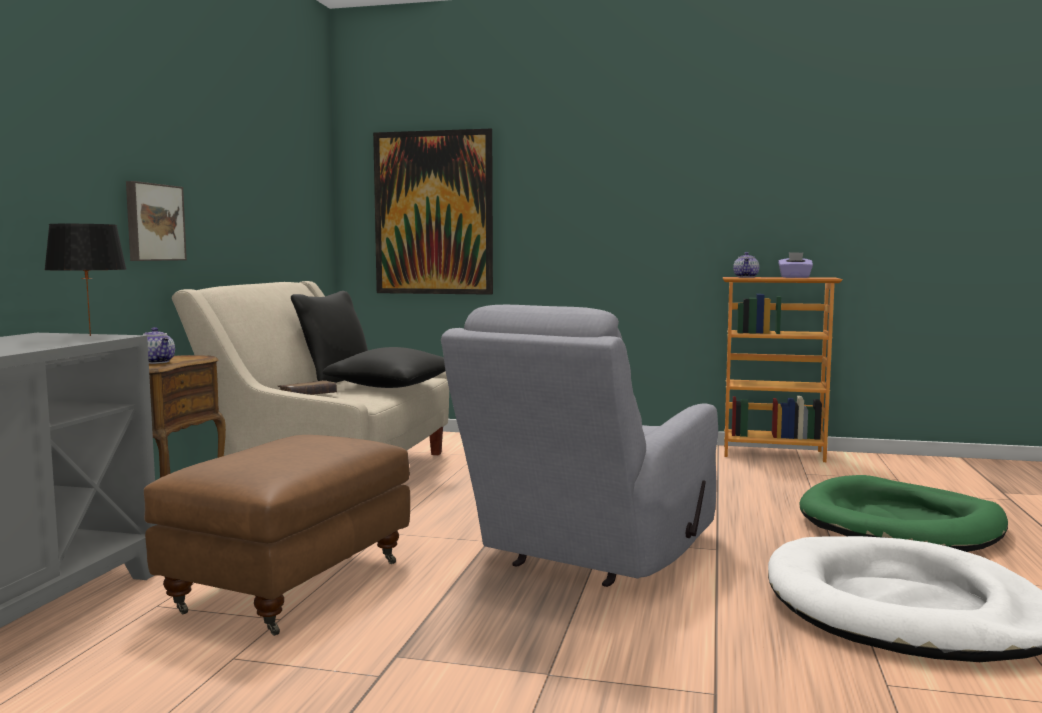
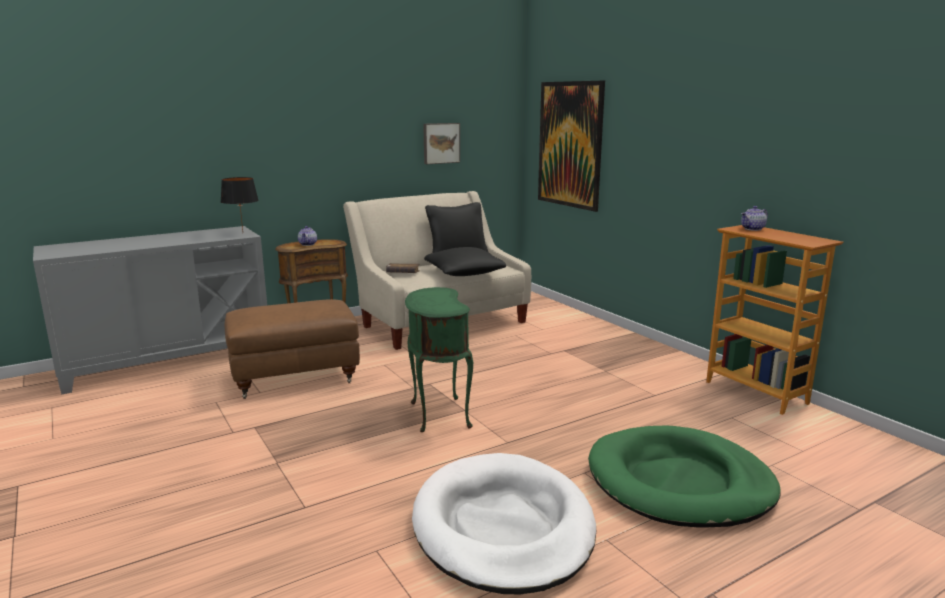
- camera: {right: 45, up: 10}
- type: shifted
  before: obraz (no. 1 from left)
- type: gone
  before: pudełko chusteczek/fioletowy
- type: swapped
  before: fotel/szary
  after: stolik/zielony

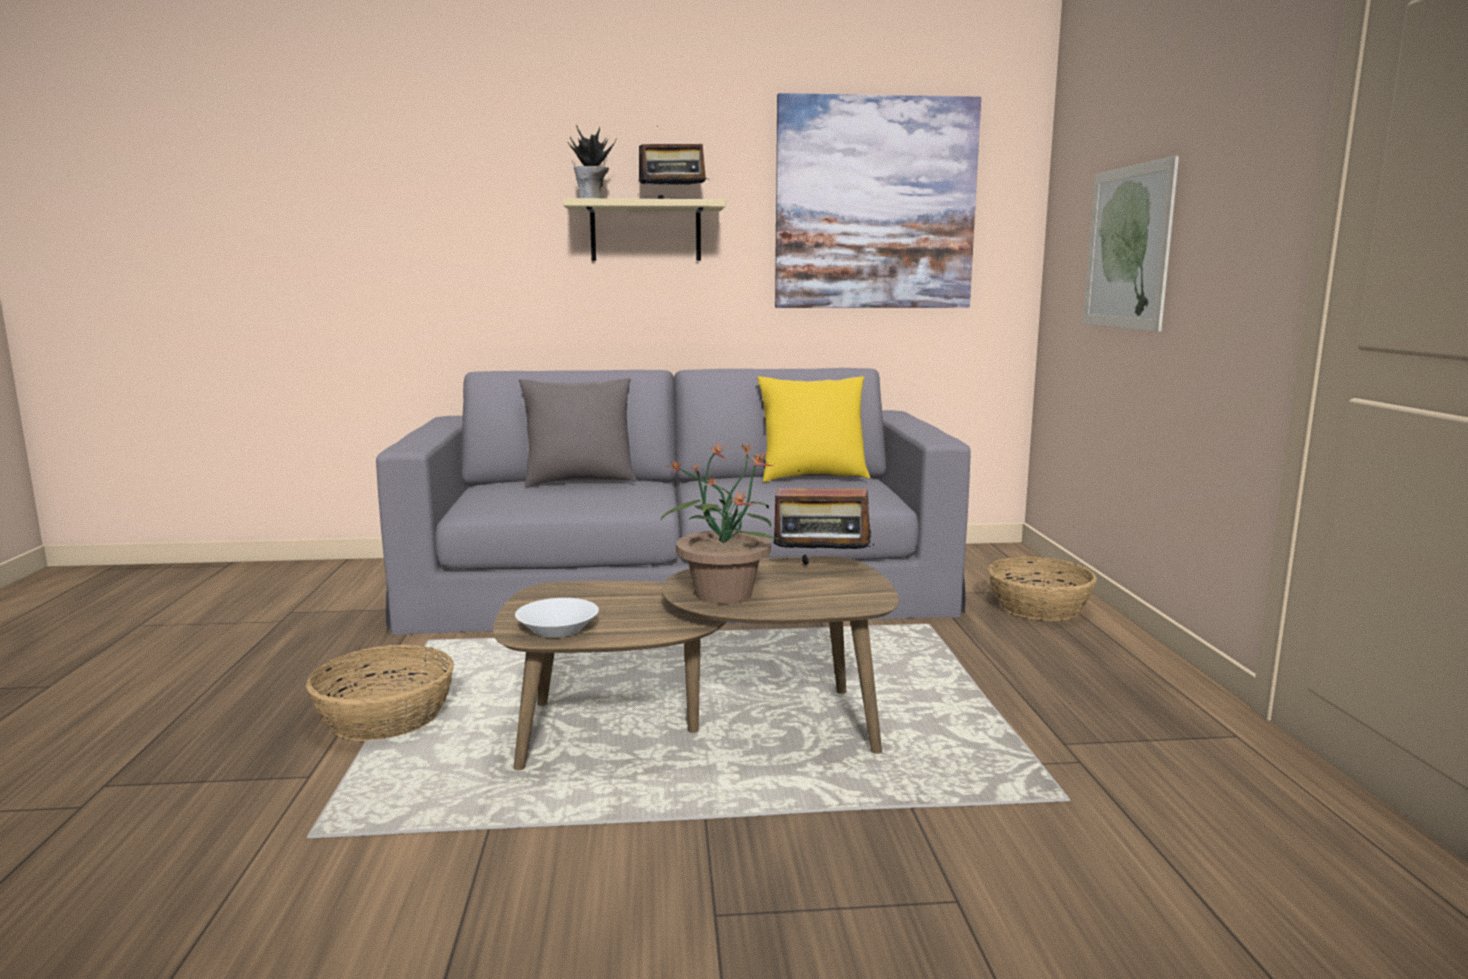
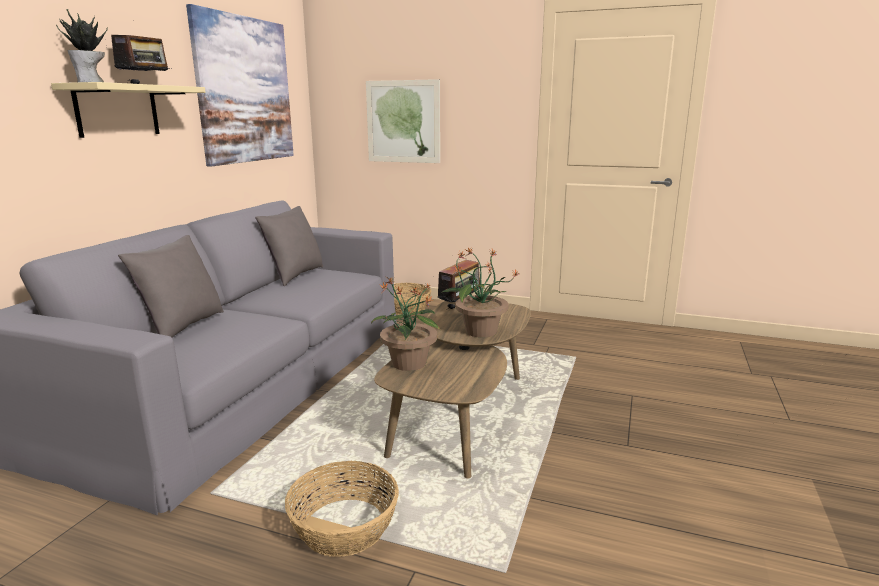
- camera: {right: -65, up: 5}
- type: repainted
  before: poduszka/żółty
  after: poduszka/szary (no. 2 from left)
- type: gone
  before: miska/biały
- type: new
  after: roślina doniczkowa (no. 2 from left)

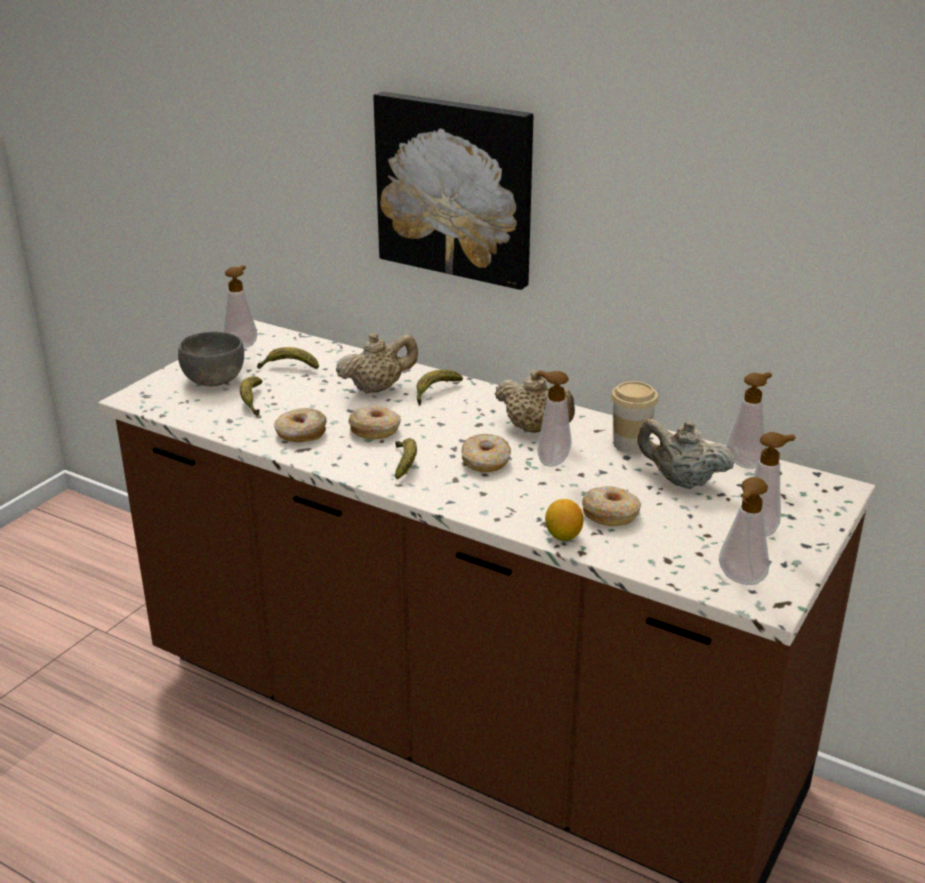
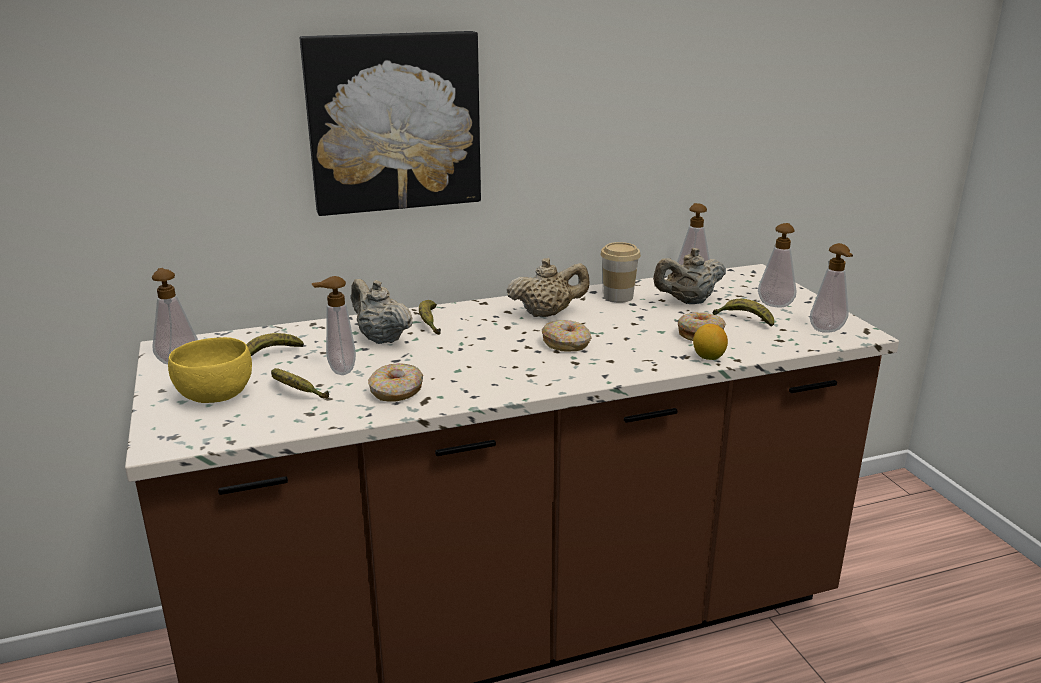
- camera: {right: -50, up: -5}
- type: repainted
  before: miska/szary
  after: miska/żółty
- type: rotated
  before: imbryk/beżowy (no. 1 from left)
  turn: -60
- type: shifted
  before: dozownik mydła (no. 2 from left)
- type: gone
  before: donut (no. 2 from left)
- type: shifted
  before: banan (no. 3 from left in the first image)
  after: banan (no. 4 from left)

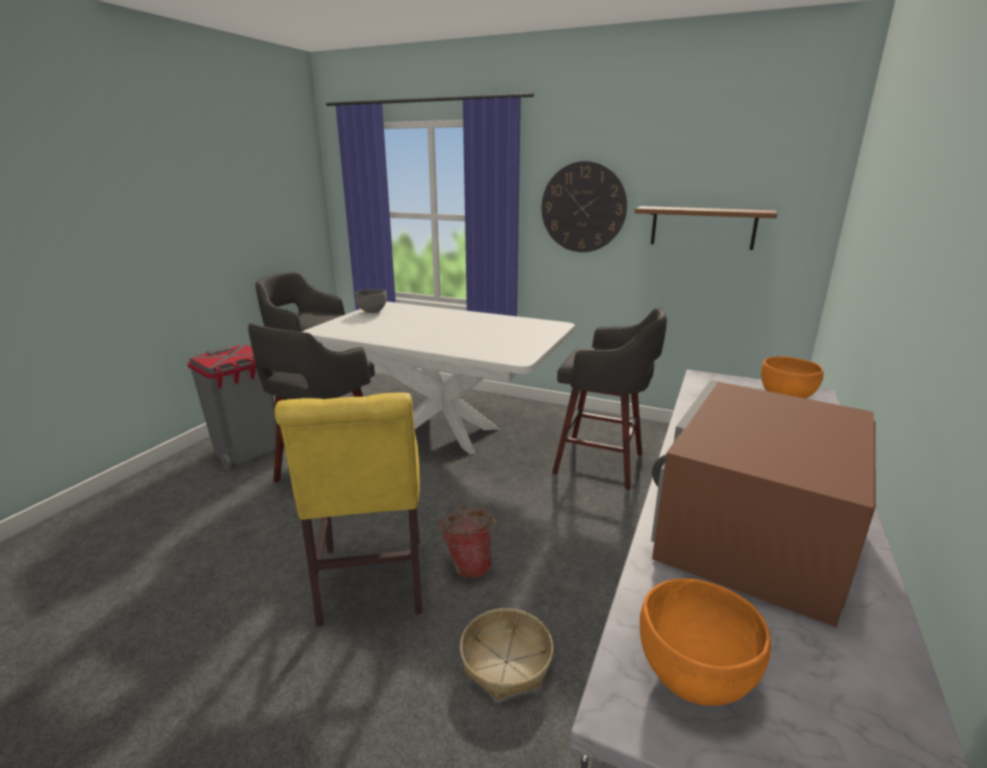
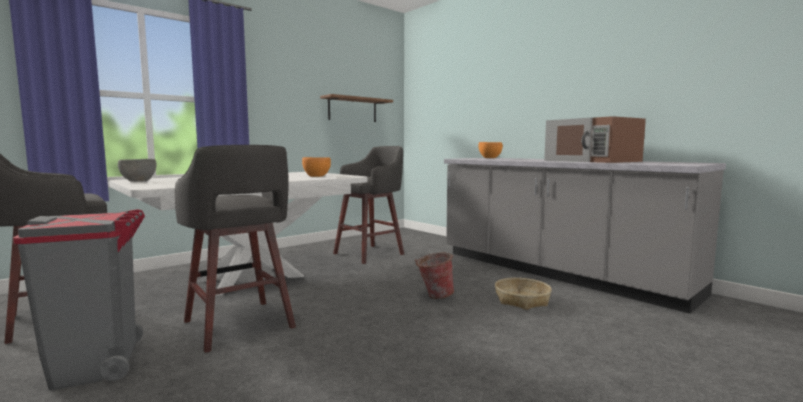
- camera: {right: -65, up: -15}
- type: gone
  before: zegar ścienny
- type: gone
  before: krzesło/żółty
- type: shifted
  before: miska/pomarańczowy (no. 1 from left)

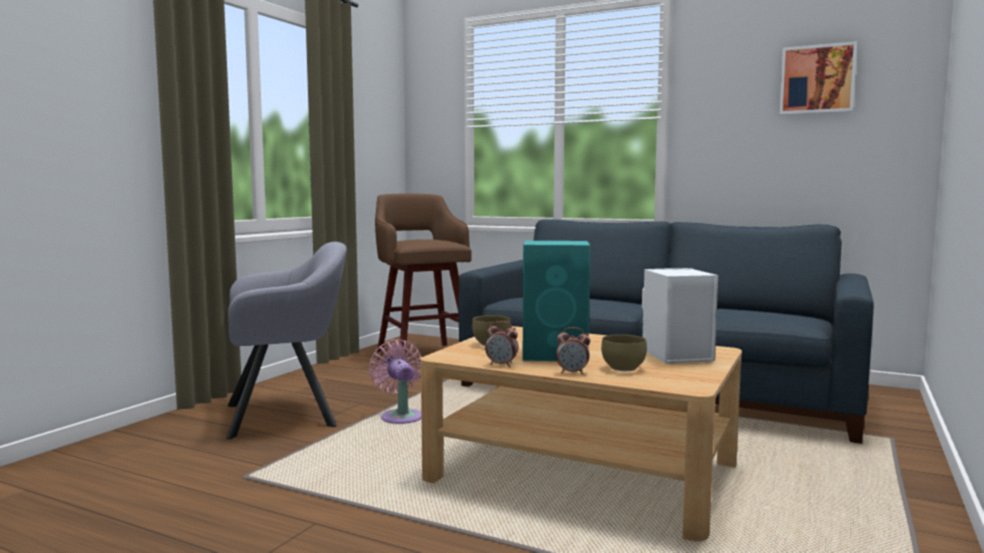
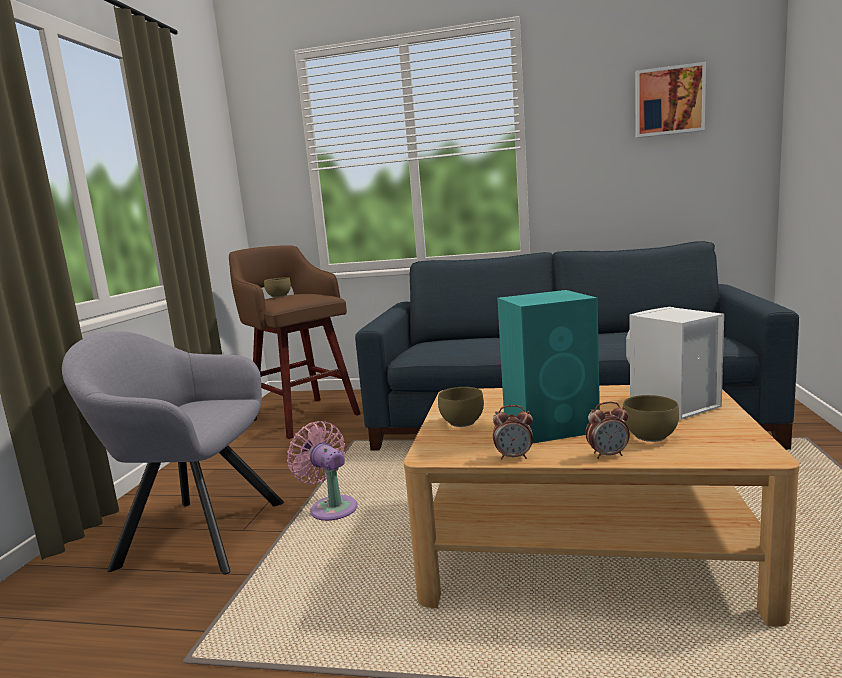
- camera: {right: -15, up: 5}
- type: rotated
  before: fotel/szary
  turn: -135
- type: new
  after: miska/brązowy (no. 1 from left)

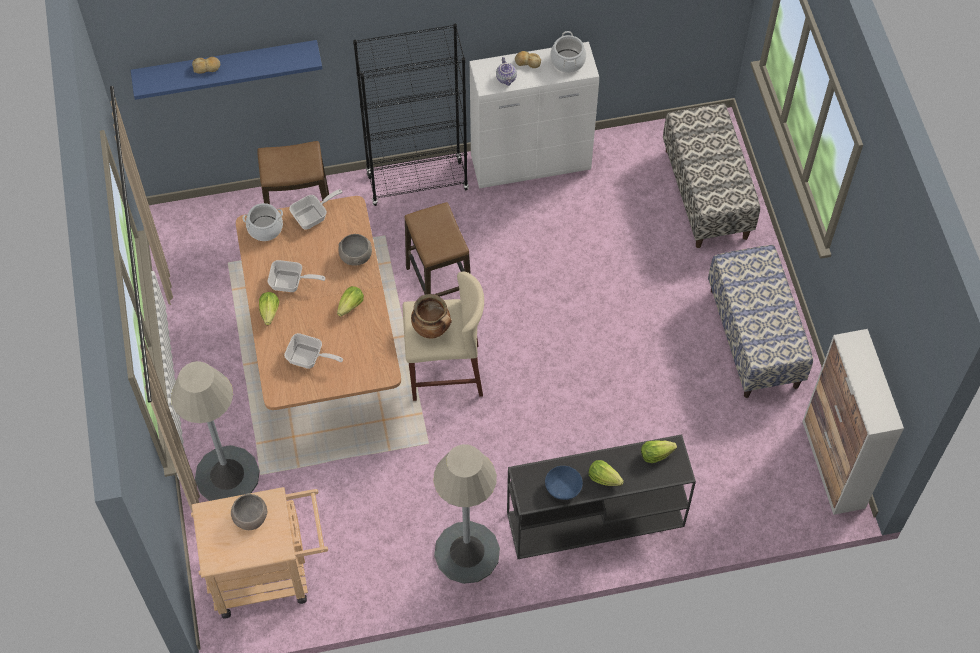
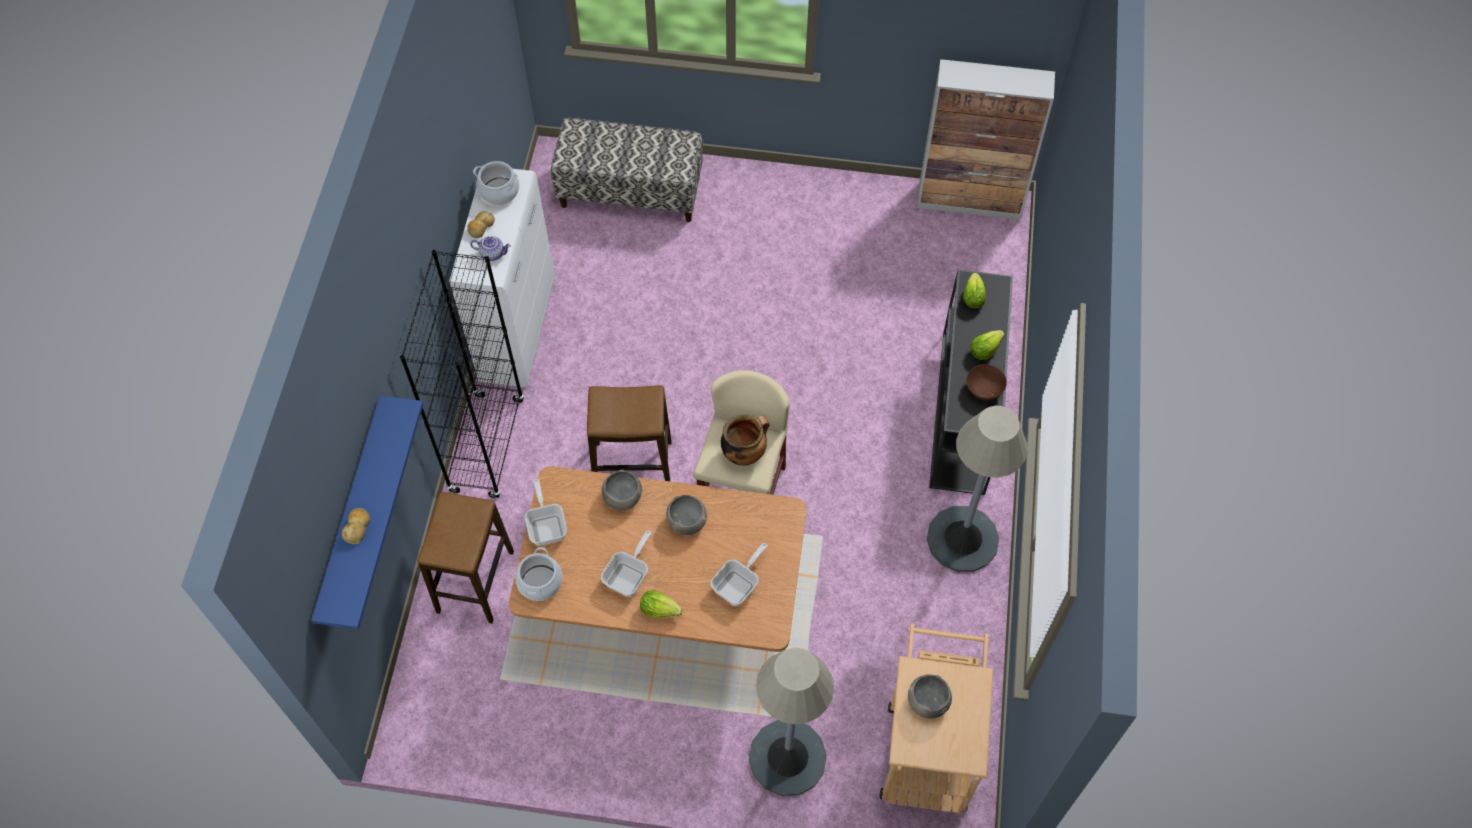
- camera: {right: -70, up: 0}
- type: gone
  before: ławka (no. 2 from left)
- type: swapped
  before: sałata (no. 2 from left)
  after: miska/szary (no. 2 from left)
- type: repainted
  before: miska/niebieski
  after: miska/brązowy

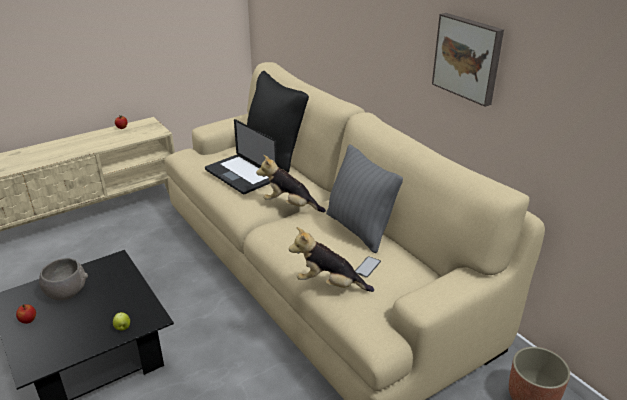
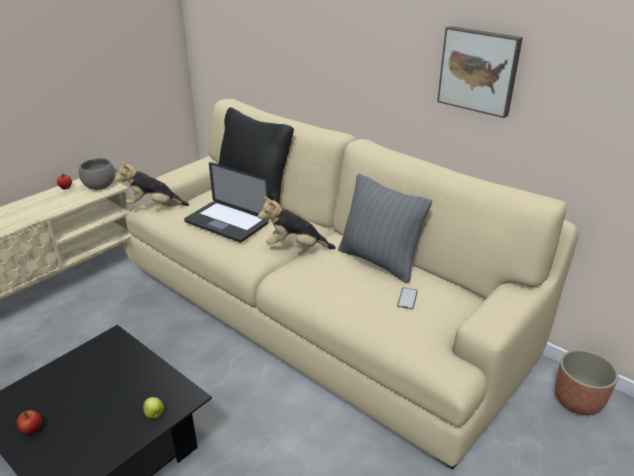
- camera: {right: -15, up: 0}
- type: shifted
  before: pluszak (no. 2 from left in the first image)
  after: pluszak (no. 1 from left)
- type: shifted
  before: miska/szary

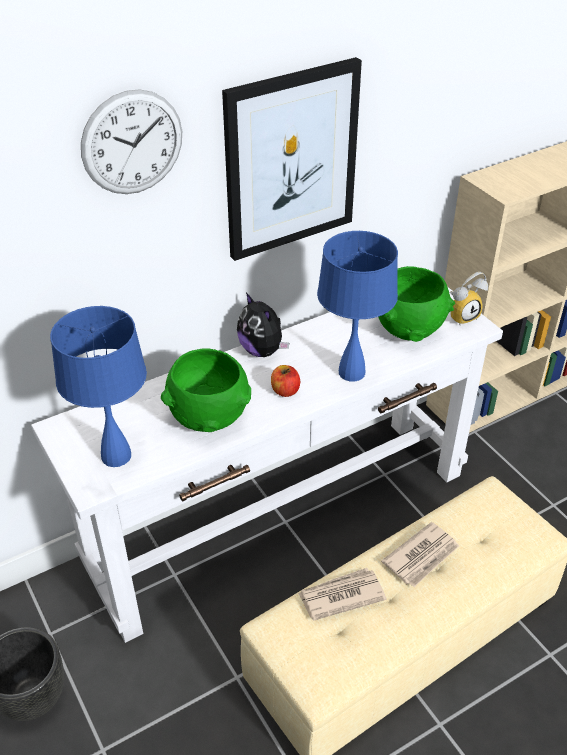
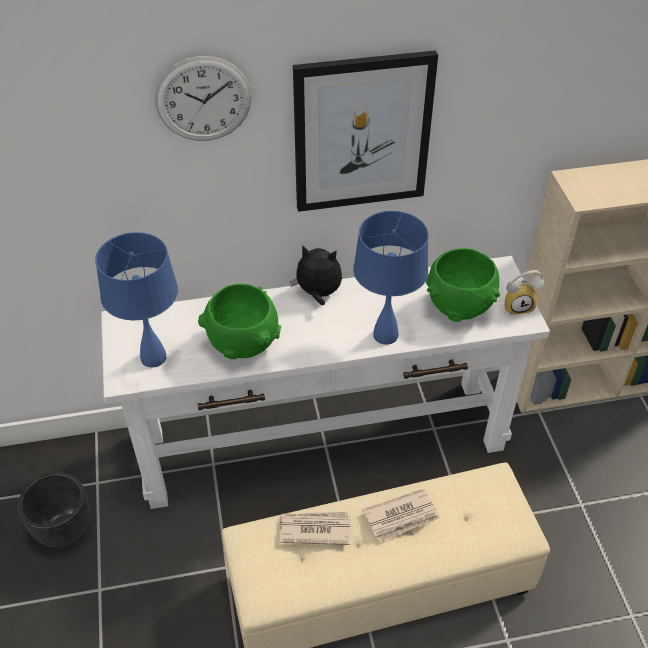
- camera: {right: 20, up: 5}
- type: rotated
  before: pluszak
  turn: 120
- type: gone
  before: jabłko

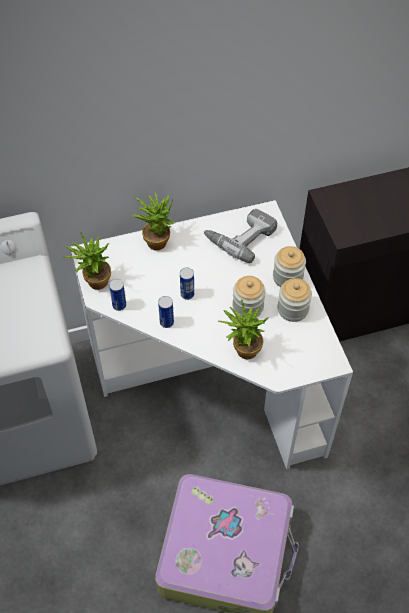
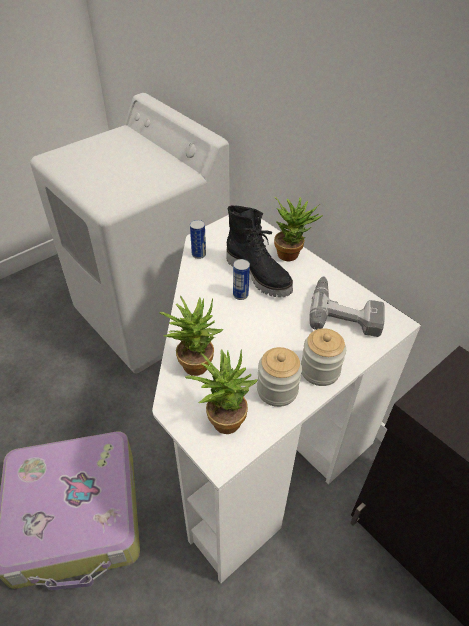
- camera: {right: 65, up: -10}
- type: shifted
  before: roślina doniczkowa (no. 1 from left in the first image)
  after: roślina doniczkowa (no. 2 from left)
- type: gone
  before: słoik (no. 1 from left)
- type: gone
  before: puszka (no. 2 from left)
- type: new
  after: but z cholewką/czarny

